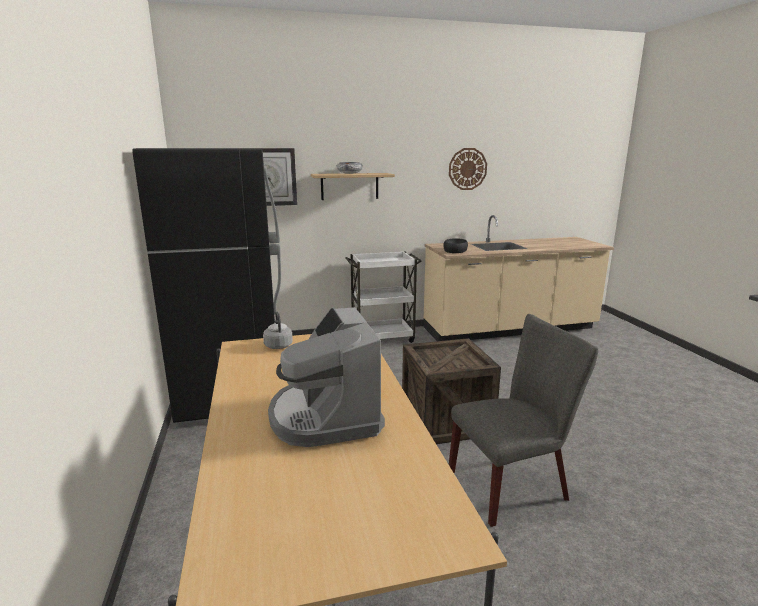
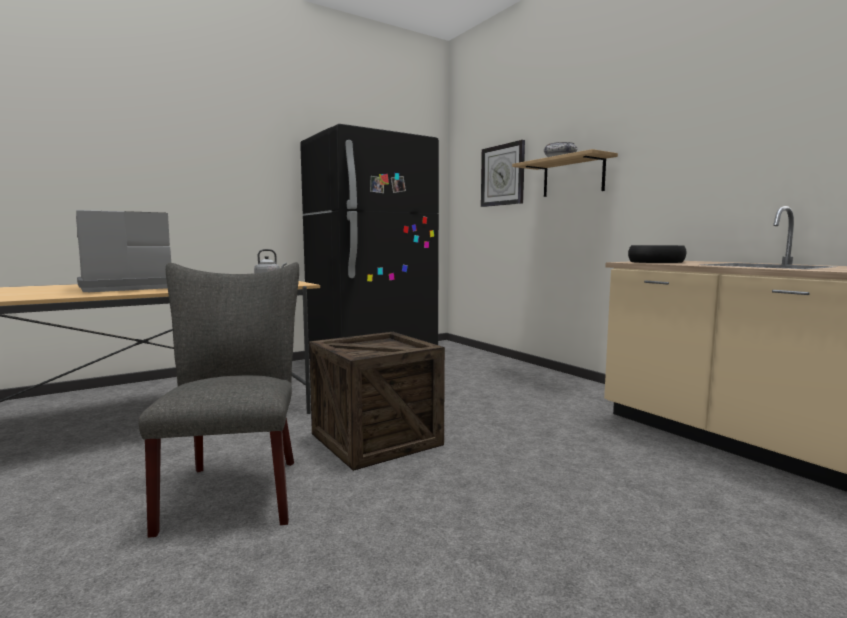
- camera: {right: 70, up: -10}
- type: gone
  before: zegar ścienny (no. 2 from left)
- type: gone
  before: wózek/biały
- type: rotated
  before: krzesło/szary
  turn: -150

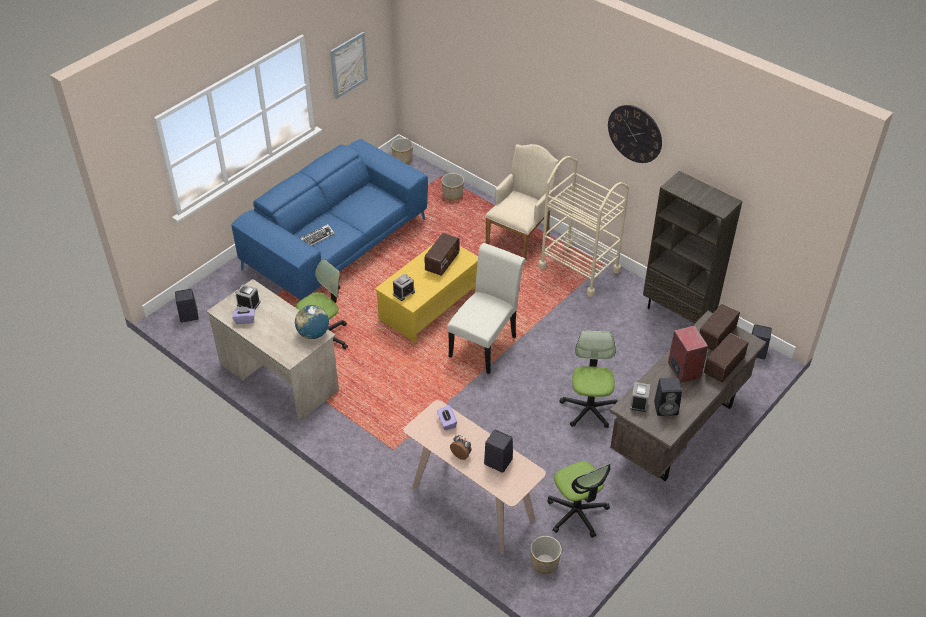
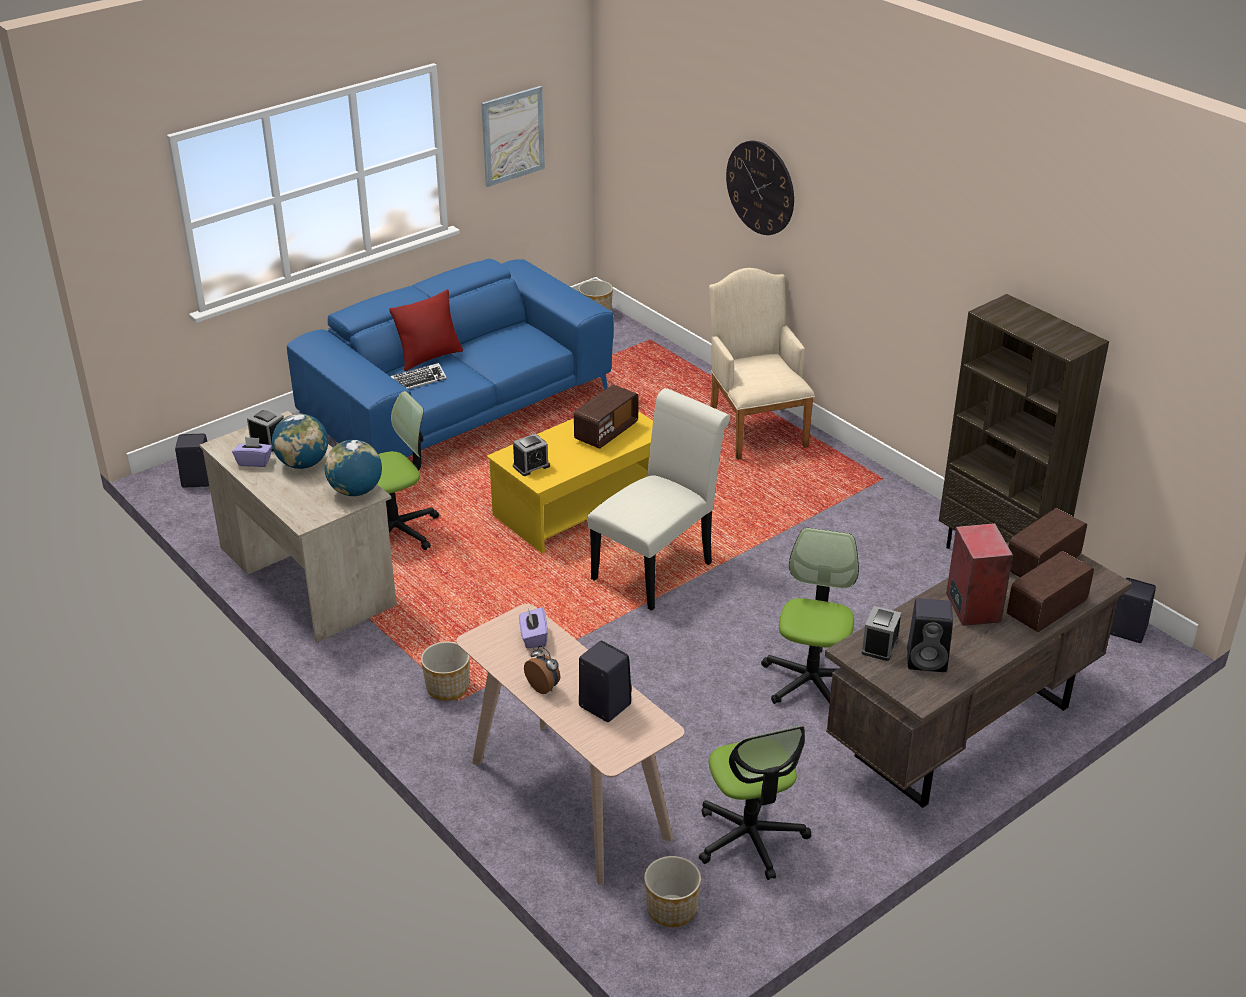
- camera: {right: 10, up: -10}
- type: shifted
  before: zegar ścienny
- type: rotated
  before: fotel/beżowy
  turn: -60
- type: gone
  before: wózek/beżowy
- type: shifted
  before: donica (no. 2 from left in the first image)
  after: donica (no. 1 from left)
- type: new
  after: poduszka/czerwony
- type: new
  after: globus (no. 1 from left)

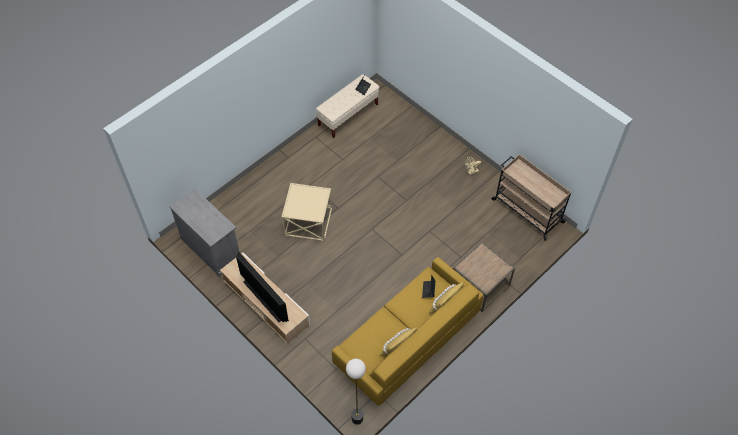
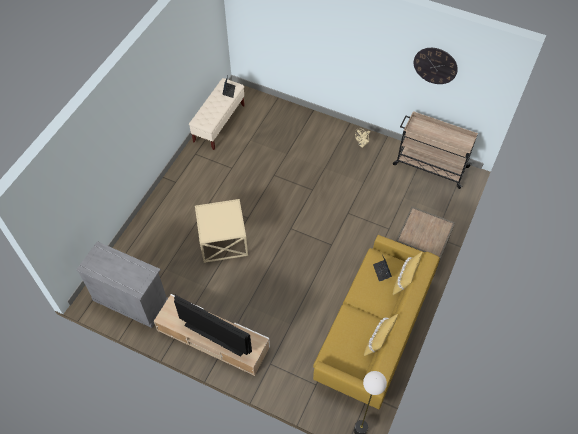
- camera: {right: -20, up: 0}
- type: new
  after: zegar ścienny

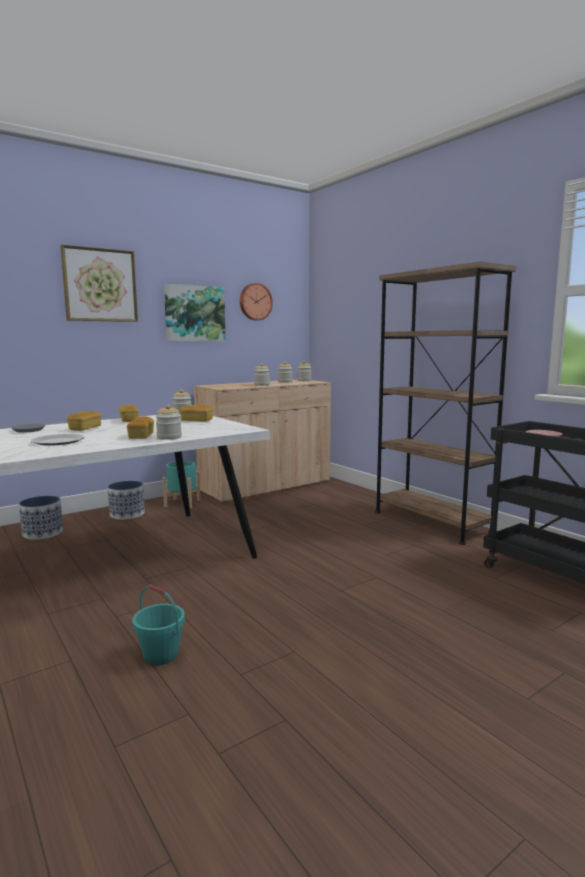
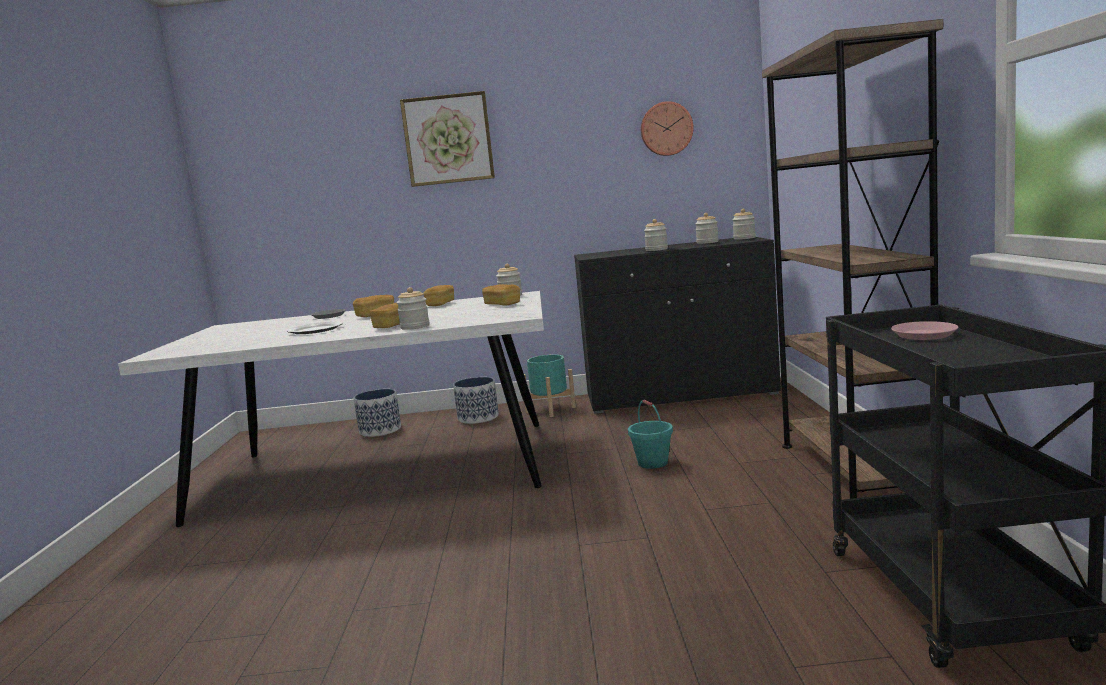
- camera: {right: 35, up: 0}
- type: gone
  before: obraz (no. 2 from left)
- type: repainted
  before: szafka/beżowy
  after: szafka/czarny
- type: shifted
  before: wiadro/turkusowy

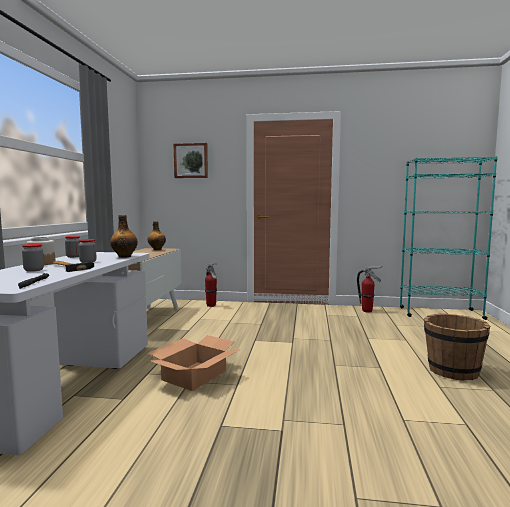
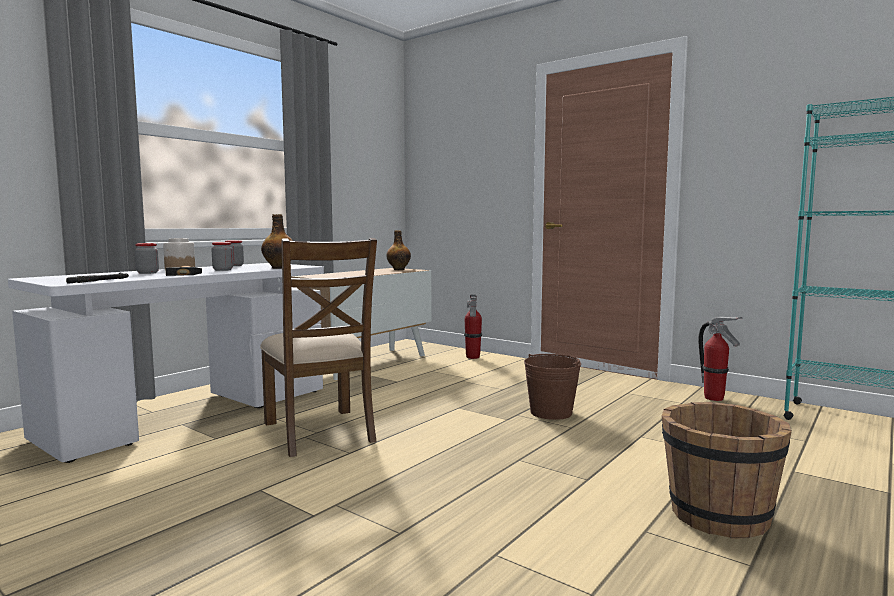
- camera: {right: 30, up: 0}
- type: gone
  before: obraz
- type: swapped
  before: karton
  after: krzesło/brązowy
- type: new
  after: wiadro/brązowy (no. 1 from left)

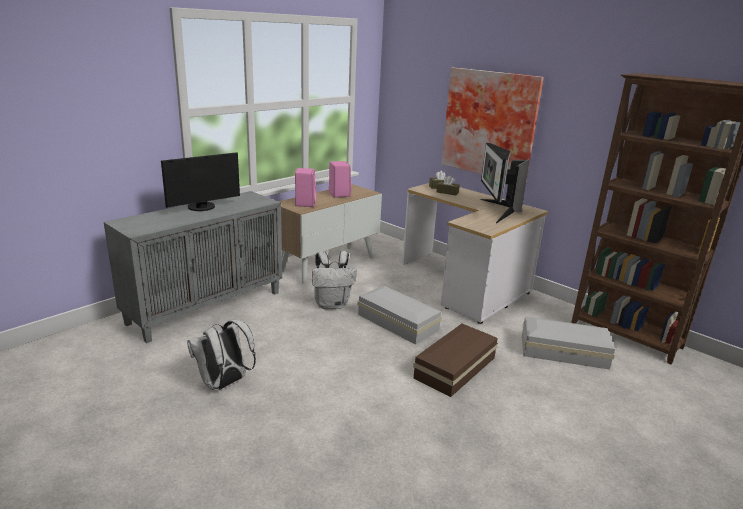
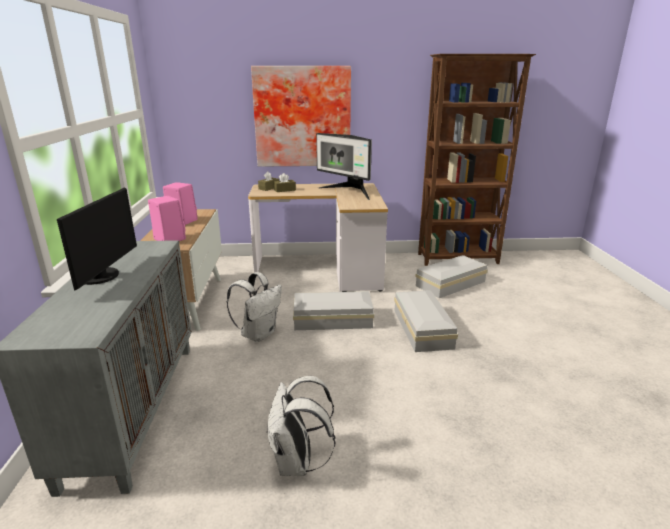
- camera: {right: -45, up: 0}
- type: repainted
  before: pojemnik do przechowywania/brązowy
  after: pojemnik do przechowywania/biały (no. 2 from left)

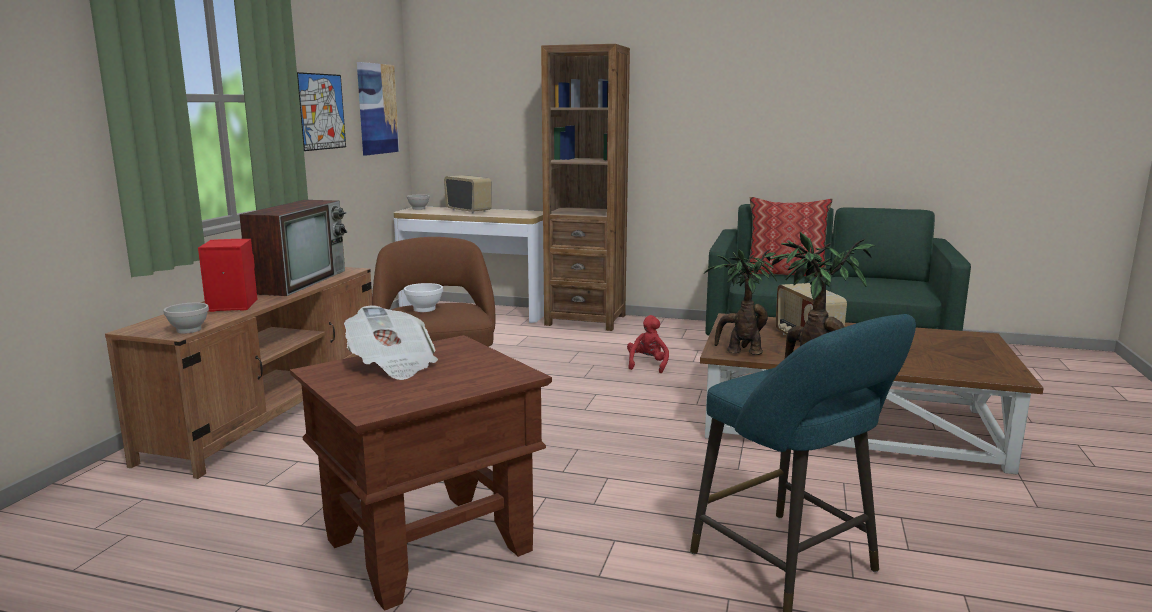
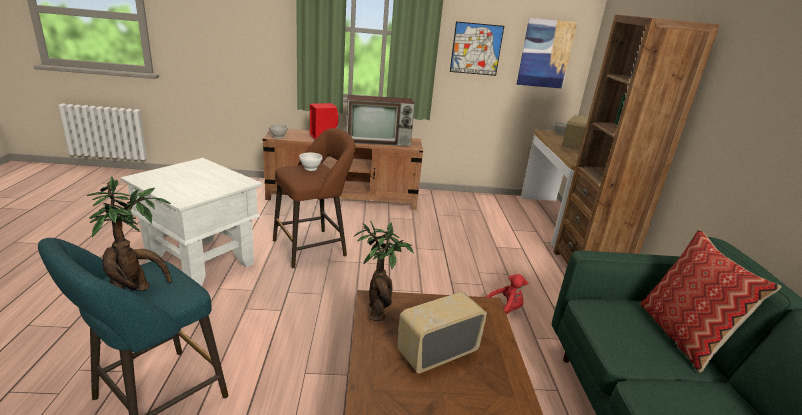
- camera: {right: 70, up: 10}
- type: gone
  before: gazeta
- type: repainted
  before: stolik/brązowy
  after: stolik/biały

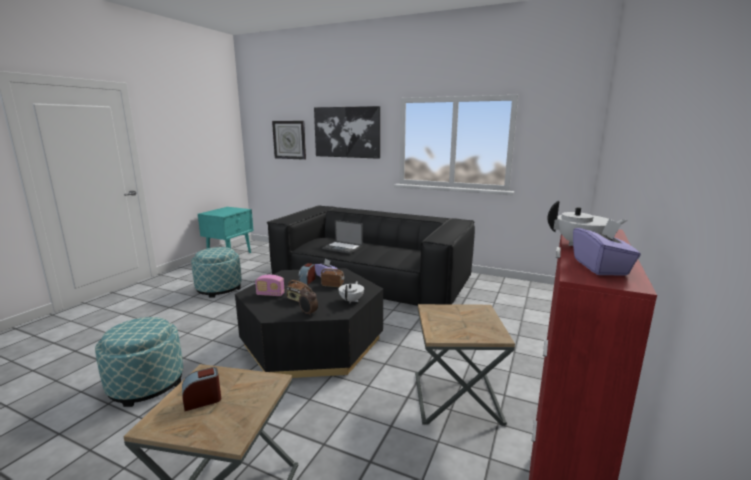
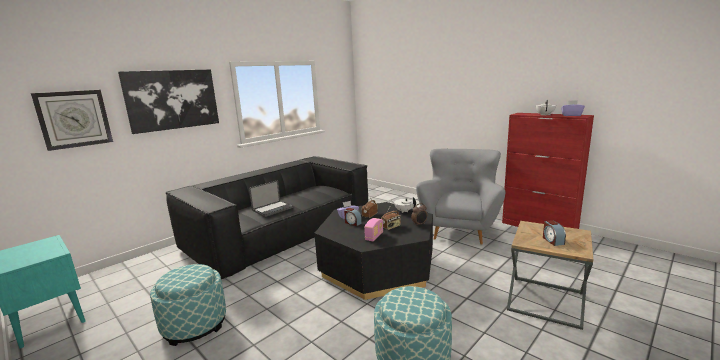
- camera: {right: -70, up: 0}
- type: swapped
  before: stolik/brązowy (no. 2 from left)
  after: fotel/szary

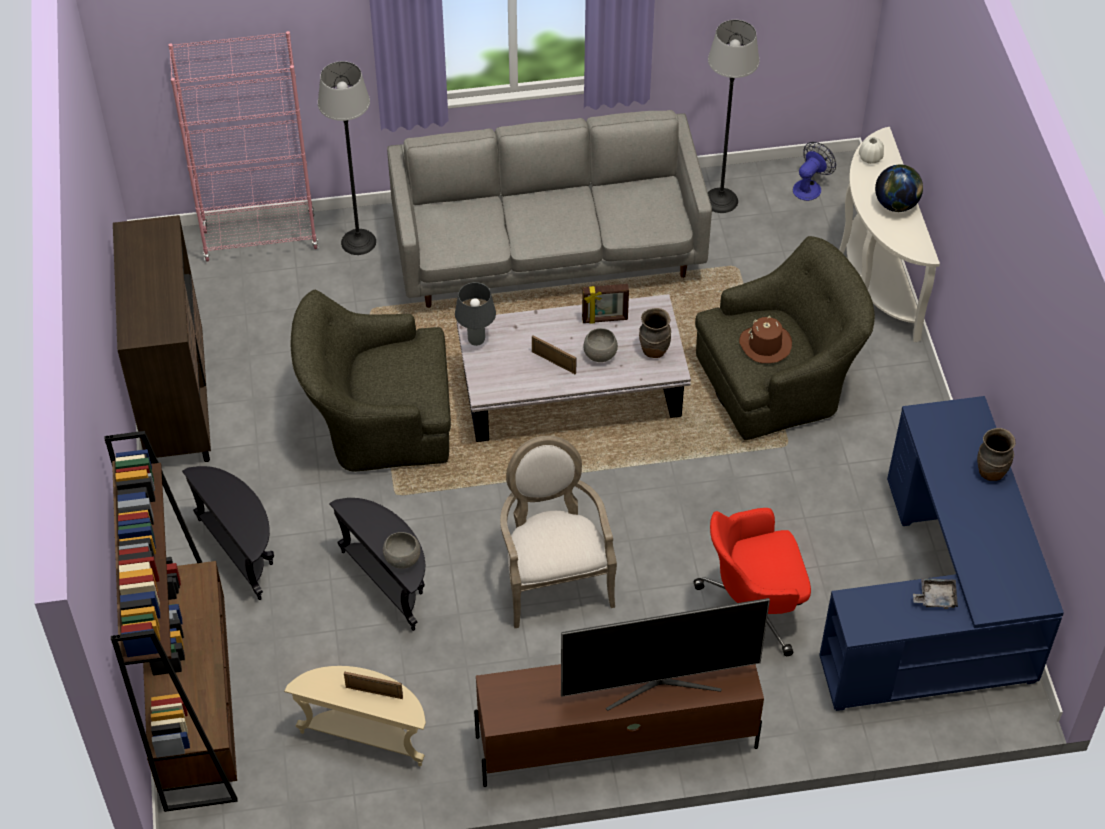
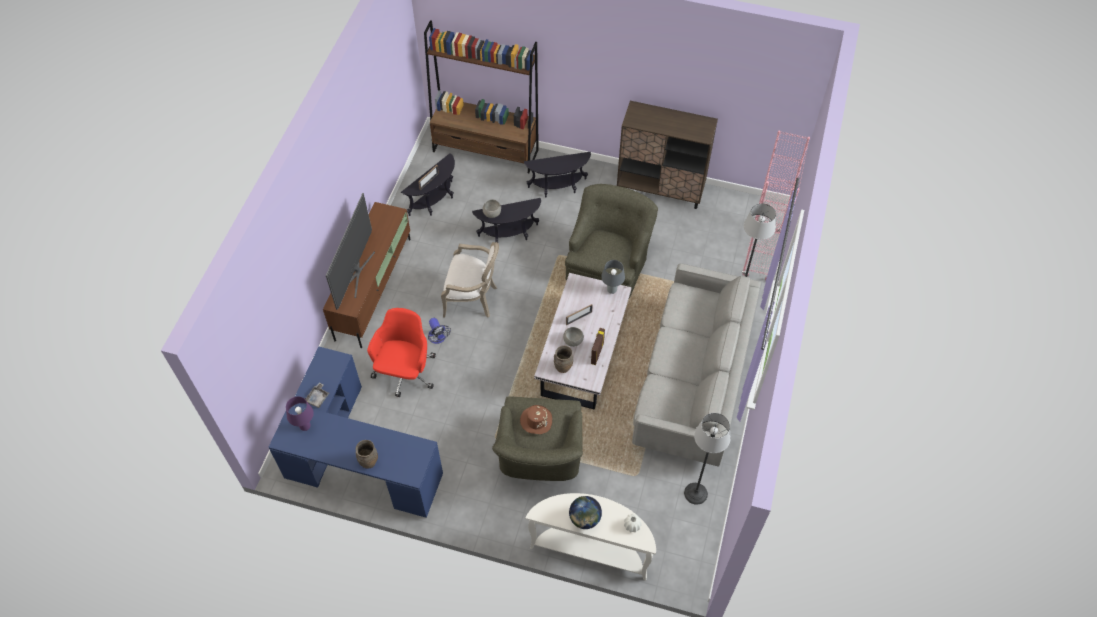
- camera: {right: 115, up: 5}
- type: shifted
  before: wentylator
- type: repainted
  before: stolik/beżowy
  after: stolik/czarny (no. 1 from left)
- type: new
  after: lampa stołowa/fioletowy

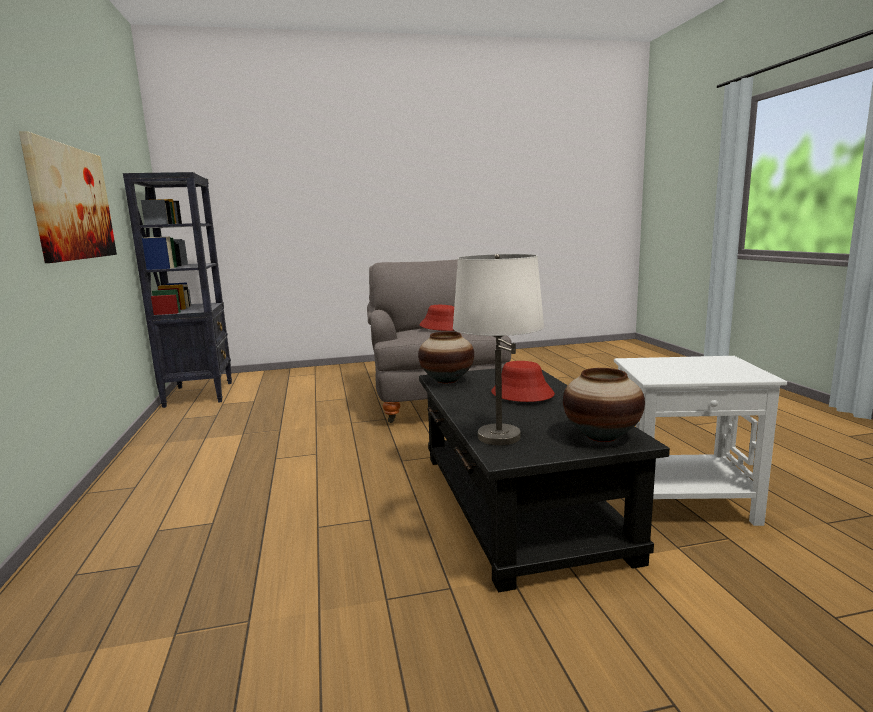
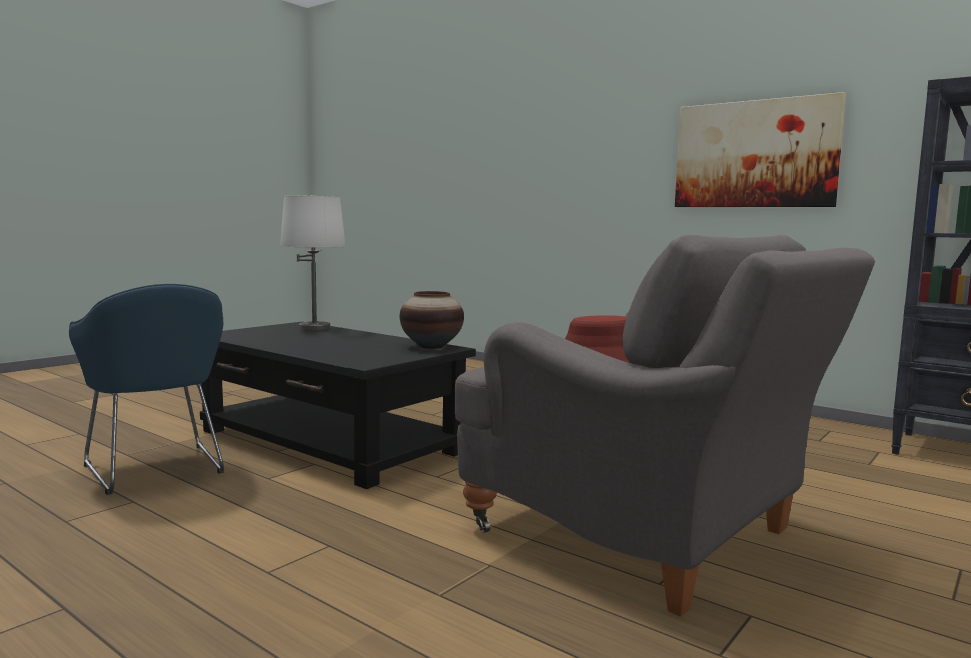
- camera: {right: 140, up: -5}
- type: swapped
  before: stolik/biały
  after: fotel/niebieski
- type: gone
  before: kapelusz/czerwony (no. 2 from left)
- type: gone
  before: wazon (no. 2 from left)

